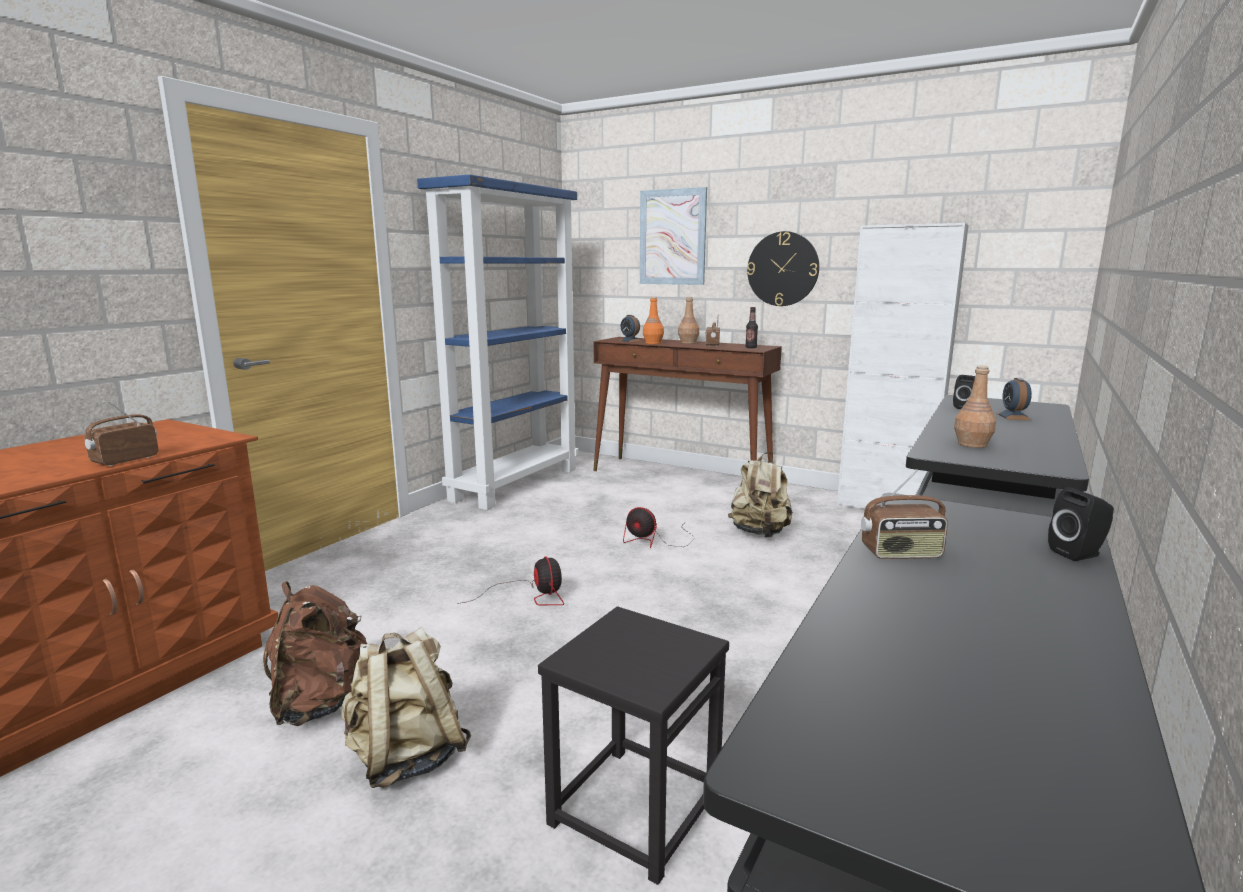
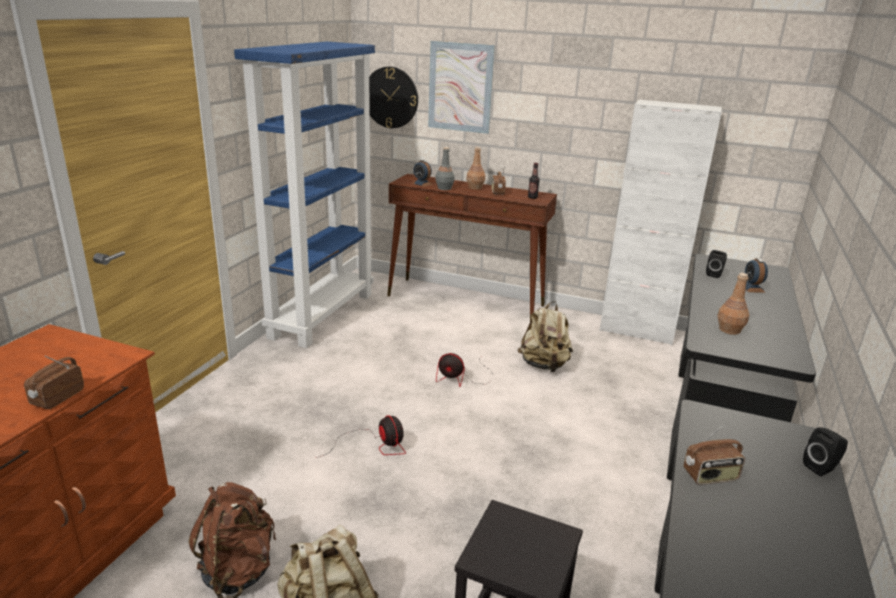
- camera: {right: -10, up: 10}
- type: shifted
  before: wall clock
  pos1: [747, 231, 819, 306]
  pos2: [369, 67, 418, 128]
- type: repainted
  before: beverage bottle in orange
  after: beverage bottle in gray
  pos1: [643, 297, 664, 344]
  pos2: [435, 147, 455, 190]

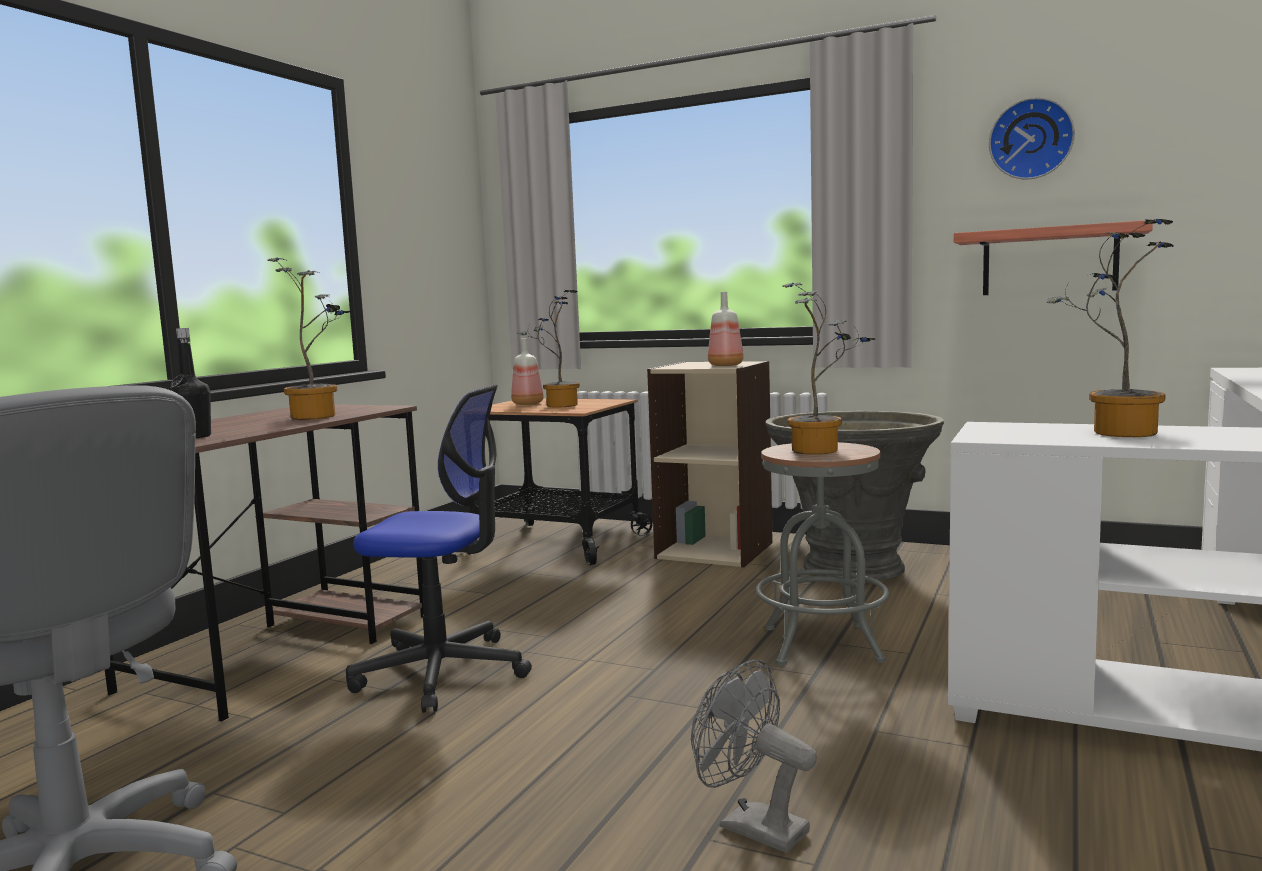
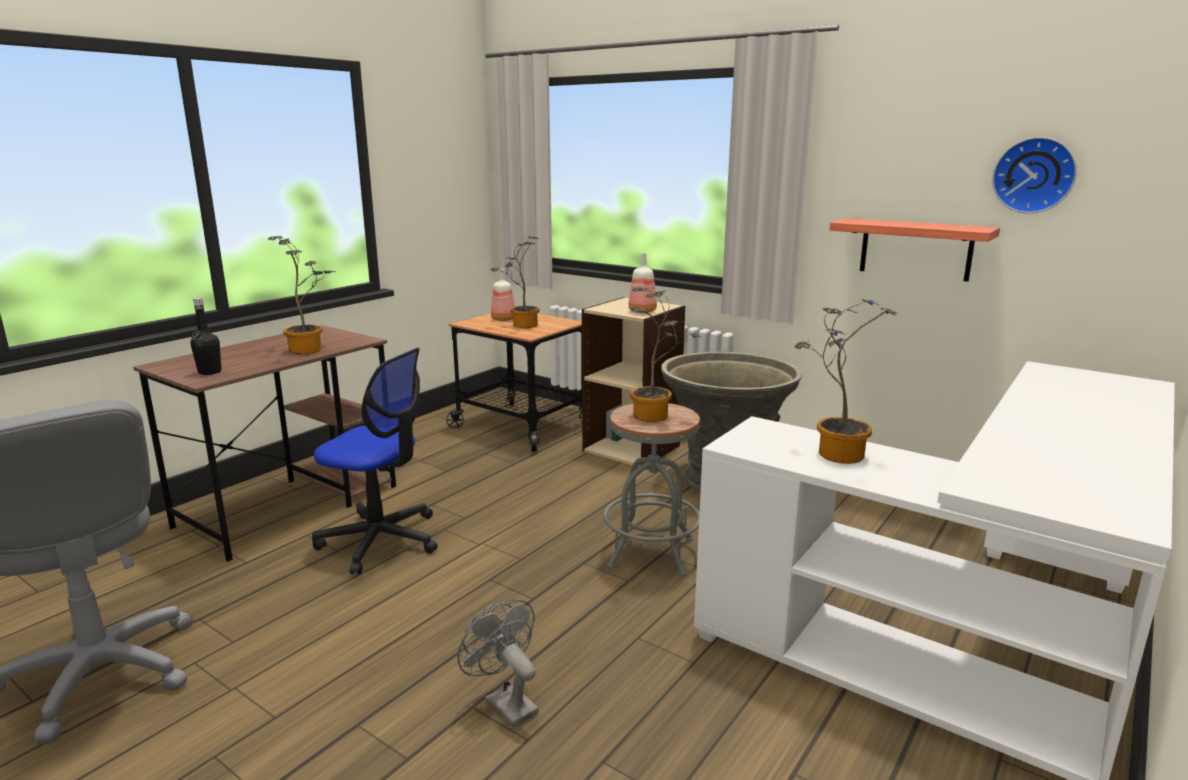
- camera: {right: 10, up: 10}
- type: shifted
  before: wall clock
  pos1: [989, 97, 1075, 179]
  pos2: [992, 137, 1077, 214]

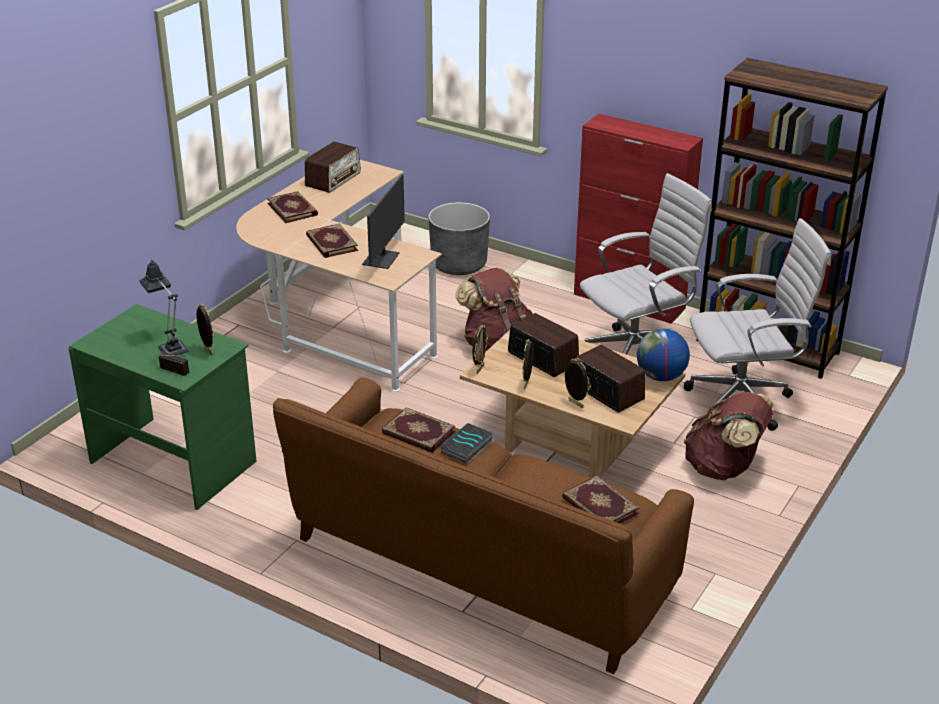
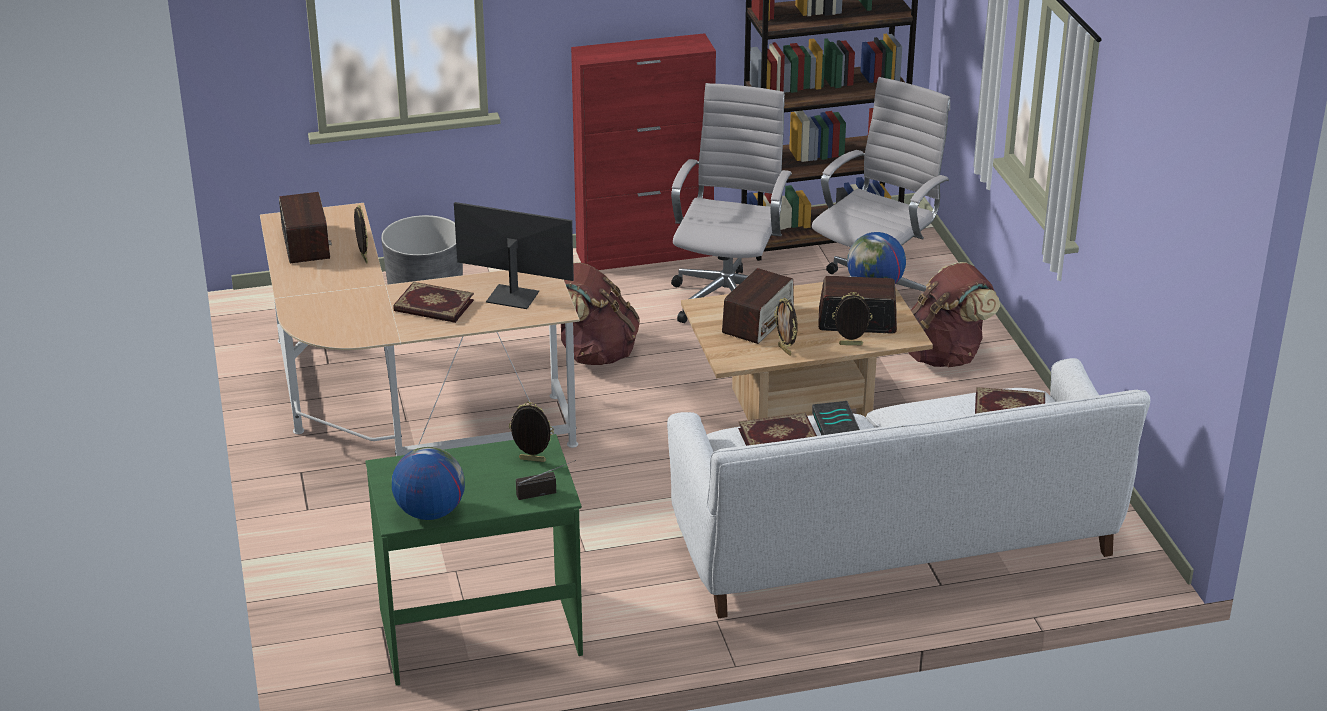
- camera: {right: -45, up: 0}
- type: shifted
  before: photo frame
  pos1: [472, 325, 488, 374]
  pos2: [354, 205, 368, 264]
- type: new
  after: world globe
  pos2: [392, 447, 465, 520]
- type: rotated
  before: computer display
  pos1: [362, 174, 405, 269]
  pos2: [454, 202, 574, 309]
  turn: -45
- type: repainted
  before: settee in brownish
  after: settee in white
  pos1: [273, 378, 694, 674]
  pos2: [667, 358, 1150, 618]
- type: rotated
  before: radio receiver
  pos1: [508, 313, 579, 377]
  pos2: [722, 268, 794, 344]
  turn: 120
- type: gone
  before: lamp for a table
  pos1: [139, 261, 189, 355]
- type: gone
  before: bound book
  pos1: [267, 191, 318, 223]

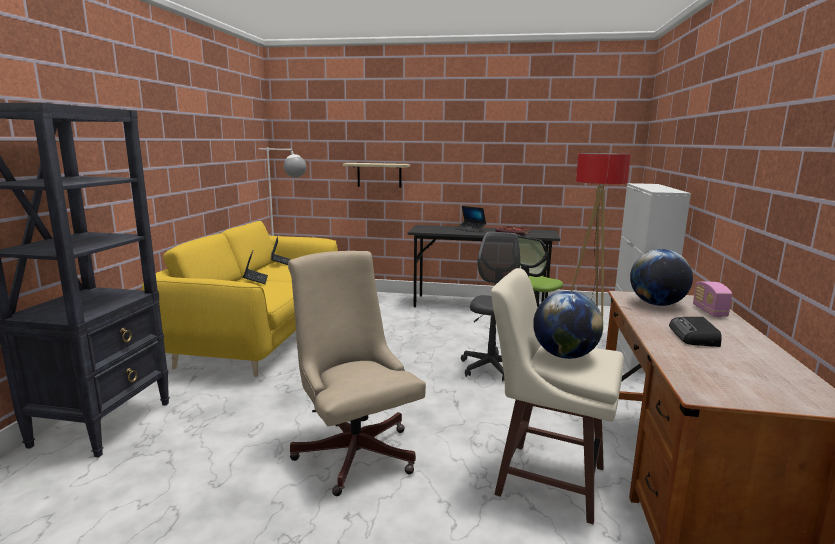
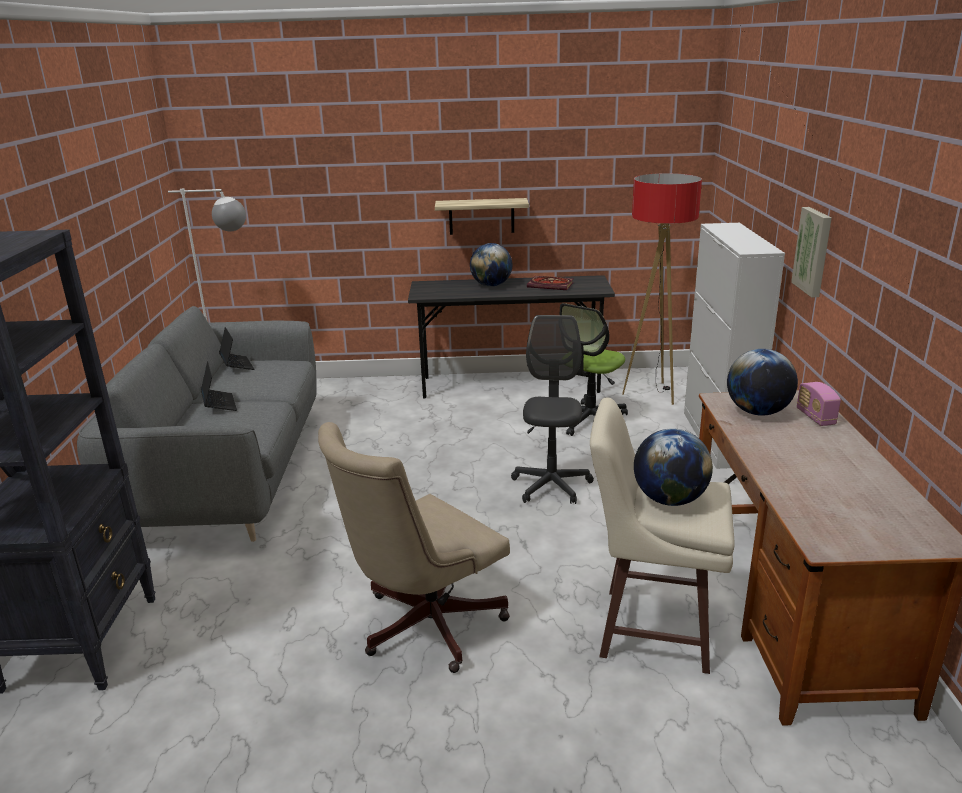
- camera: {right: -10, up: 10}
- type: repainted
  before: settee in yellow
  after: settee in gray
  pos1: [142, 221, 338, 377]
  pos2: [77, 306, 317, 542]
- type: rotated
  before: office chair in beige
  pos1: [288, 251, 426, 496]
  pos2: [318, 422, 510, 673]
  turn: -90
- type: shifted
  before: shelf
  pos1: [343, 163, 410, 188]
  pos2: [435, 198, 529, 235]
- type: swapped
  before: laptop
  after: world globe
  pos1: [455, 206, 486, 232]
  pos2: [470, 243, 513, 287]
- type: new
  after: wall picture
  pos2: [791, 207, 832, 298]
- type: gone
  before: radio receiver
  pos1: [669, 317, 722, 347]

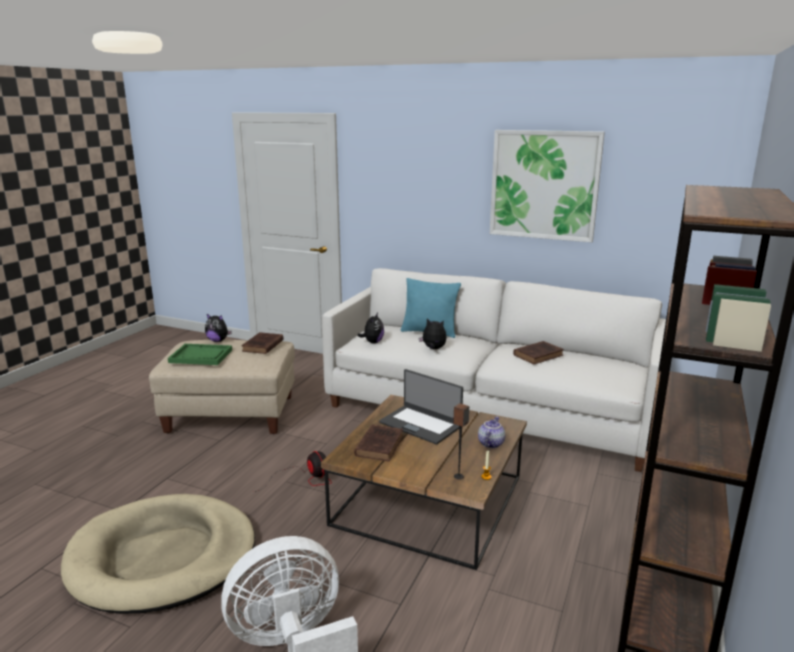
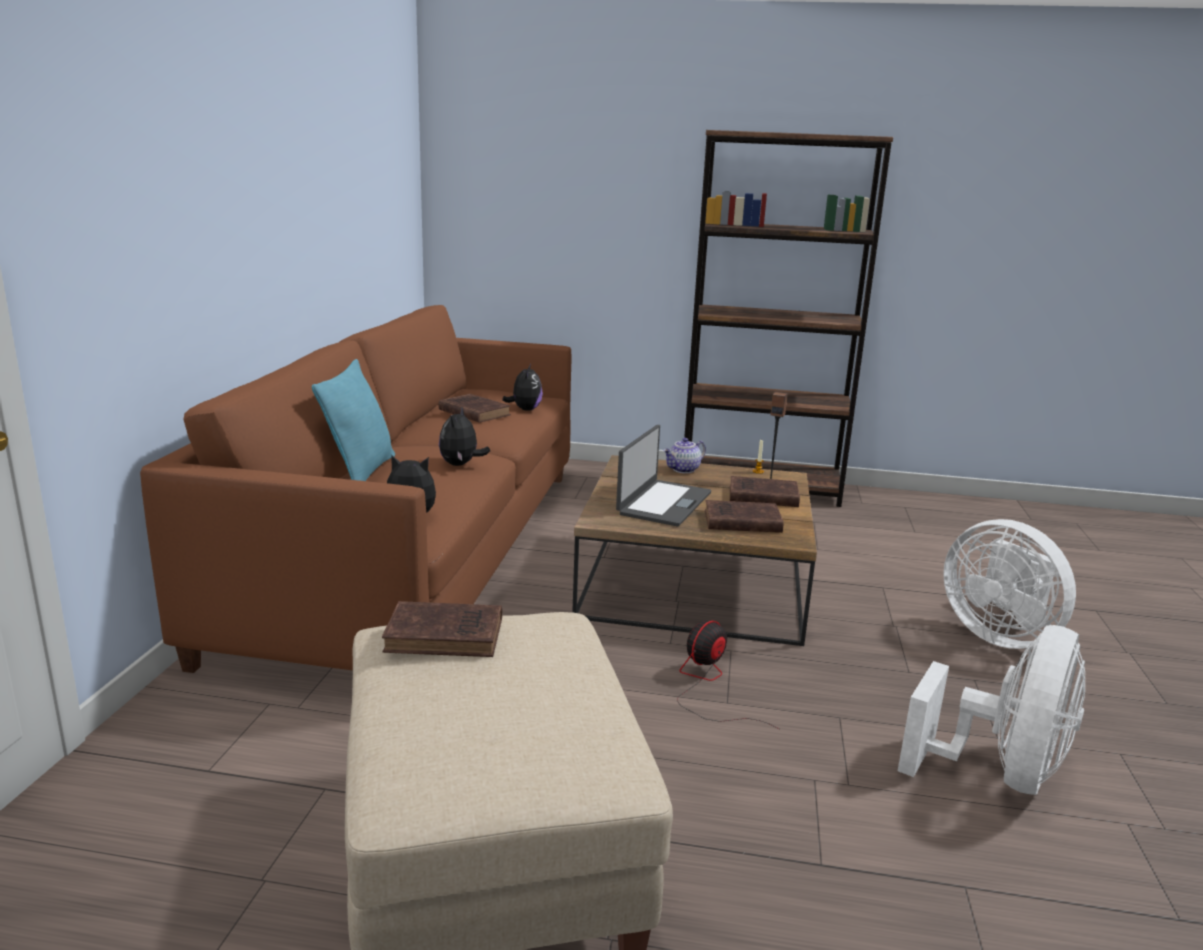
- camera: {right: -105, up: 0}
- type: repainted
  before: settee in white
  after: settee in brownish
  pos1: [322, 268, 666, 472]
  pos2: [140, 305, 571, 673]
- type: shifted
  before: cuddly toy
  pos1: [205, 314, 232, 342]
  pos2: [502, 364, 543, 411]
- type: rotated
  before: teapot
  pos1: [478, 416, 505, 448]
  pos2: [663, 438, 706, 473]
  turn: -45
- type: new
  after: bound book in brownish
  pos2: [730, 476, 800, 507]
- type: swapped
  before: dog bed in beige
  after: cooling fan in white
  pos1: [61, 494, 255, 614]
  pos2: [898, 625, 1085, 795]
- type: gone
  before: carrying tray in green-coloured
  pos1: [168, 344, 232, 365]
- type: gone
  before: wall picture
  pos1: [490, 130, 605, 242]

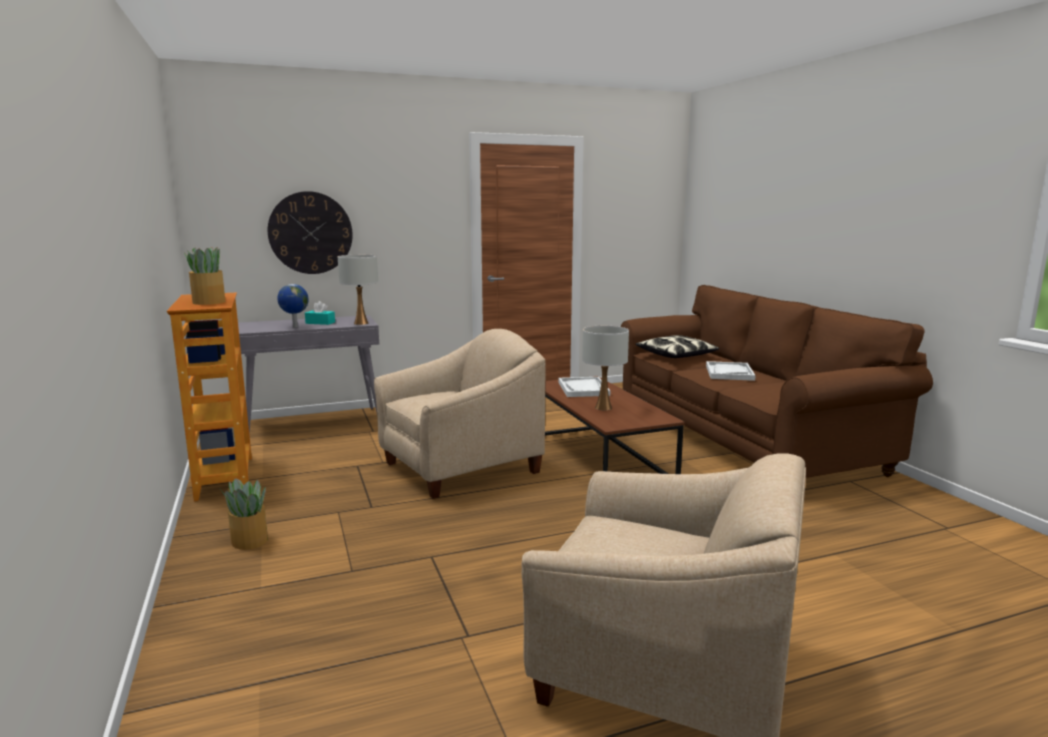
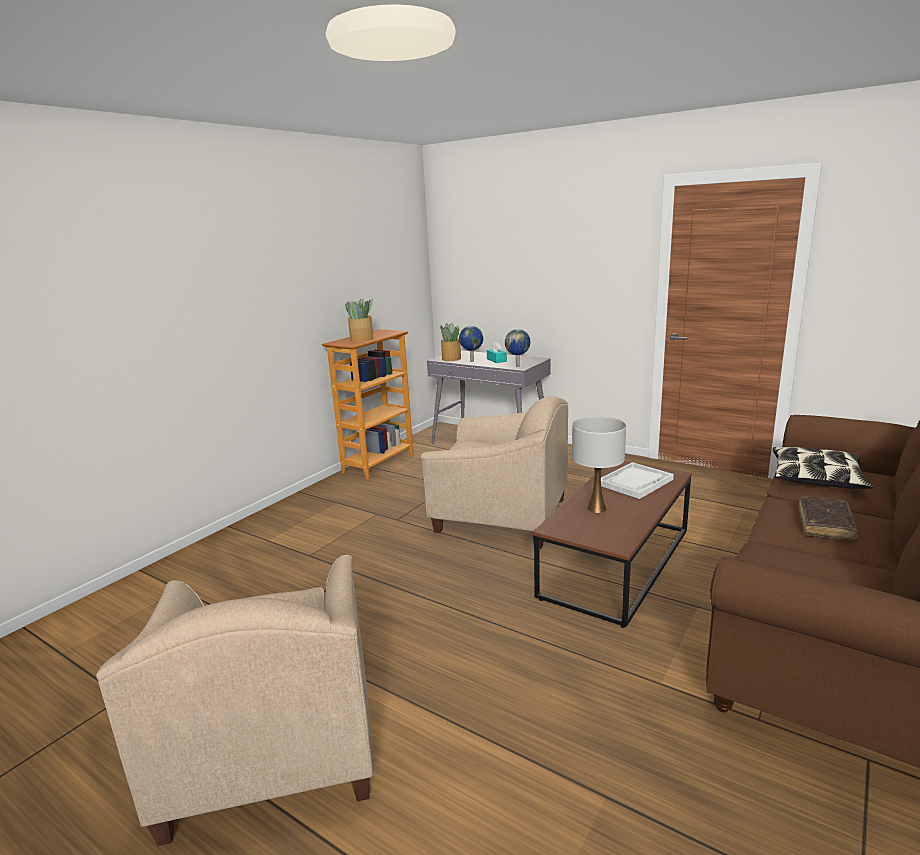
- camera: {right: 55, up: 5}
- type: shifted
  before: plant in a pot
  pos1: [220, 478, 268, 550]
  pos2: [440, 323, 461, 361]
- type: swapped
  before: lamp for a table in white
  after: world globe
  pos1: [338, 255, 378, 325]
  pos2: [505, 329, 530, 367]
- type: swapped
  before: carrying tray in white
  after: bound book in brownish
  pos1: [706, 361, 756, 381]
  pos2: [798, 496, 858, 540]
- type: gone
  before: wall clock
  pos1: [268, 191, 353, 274]

